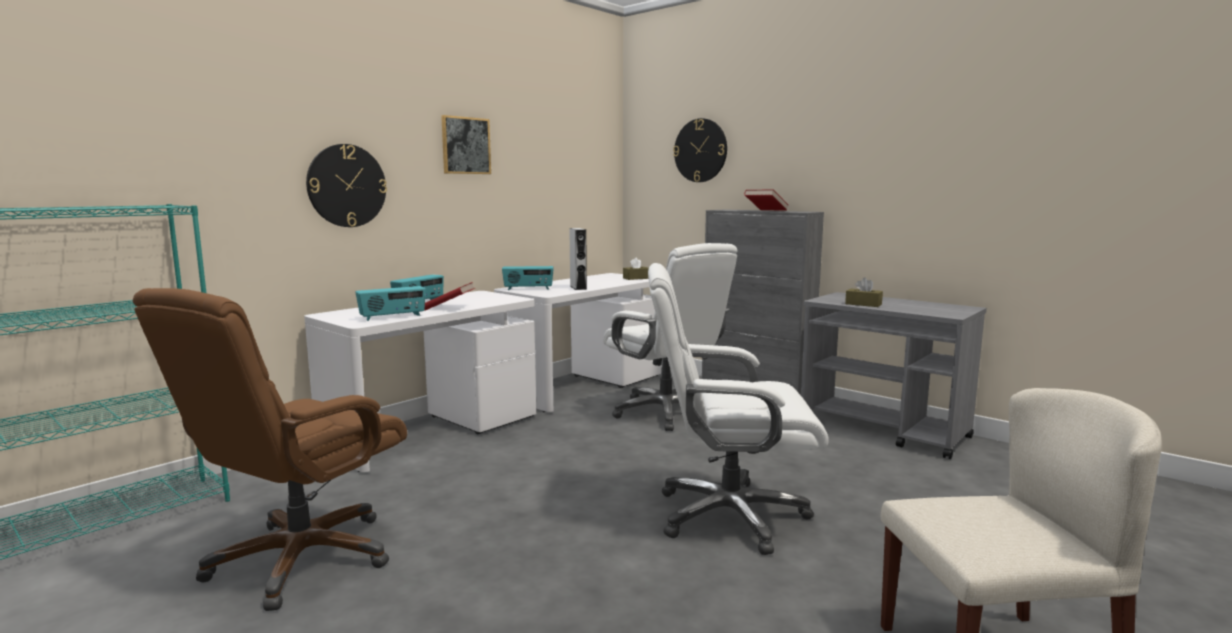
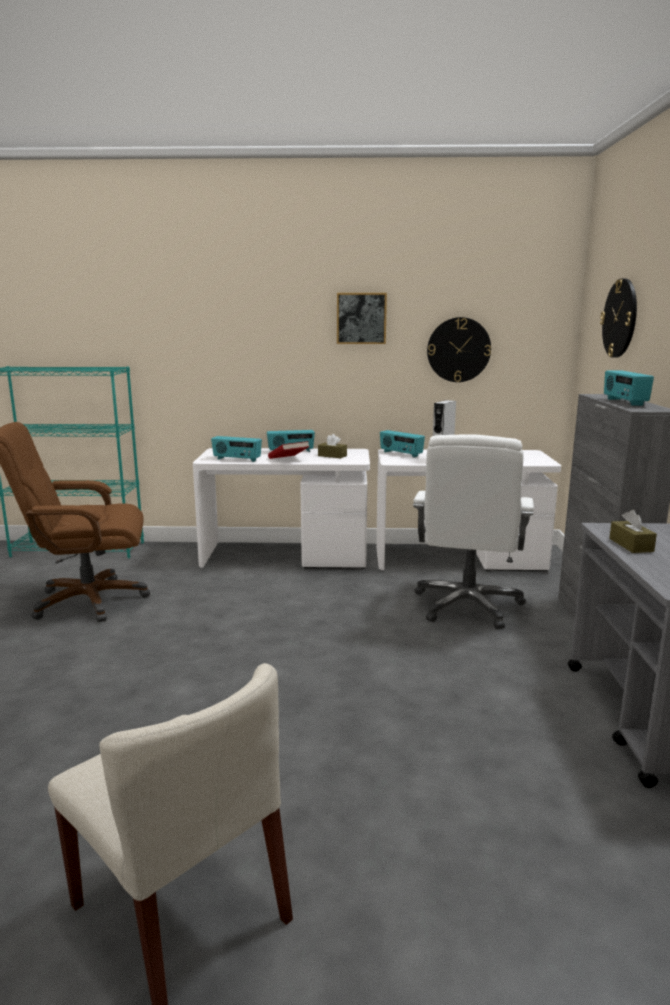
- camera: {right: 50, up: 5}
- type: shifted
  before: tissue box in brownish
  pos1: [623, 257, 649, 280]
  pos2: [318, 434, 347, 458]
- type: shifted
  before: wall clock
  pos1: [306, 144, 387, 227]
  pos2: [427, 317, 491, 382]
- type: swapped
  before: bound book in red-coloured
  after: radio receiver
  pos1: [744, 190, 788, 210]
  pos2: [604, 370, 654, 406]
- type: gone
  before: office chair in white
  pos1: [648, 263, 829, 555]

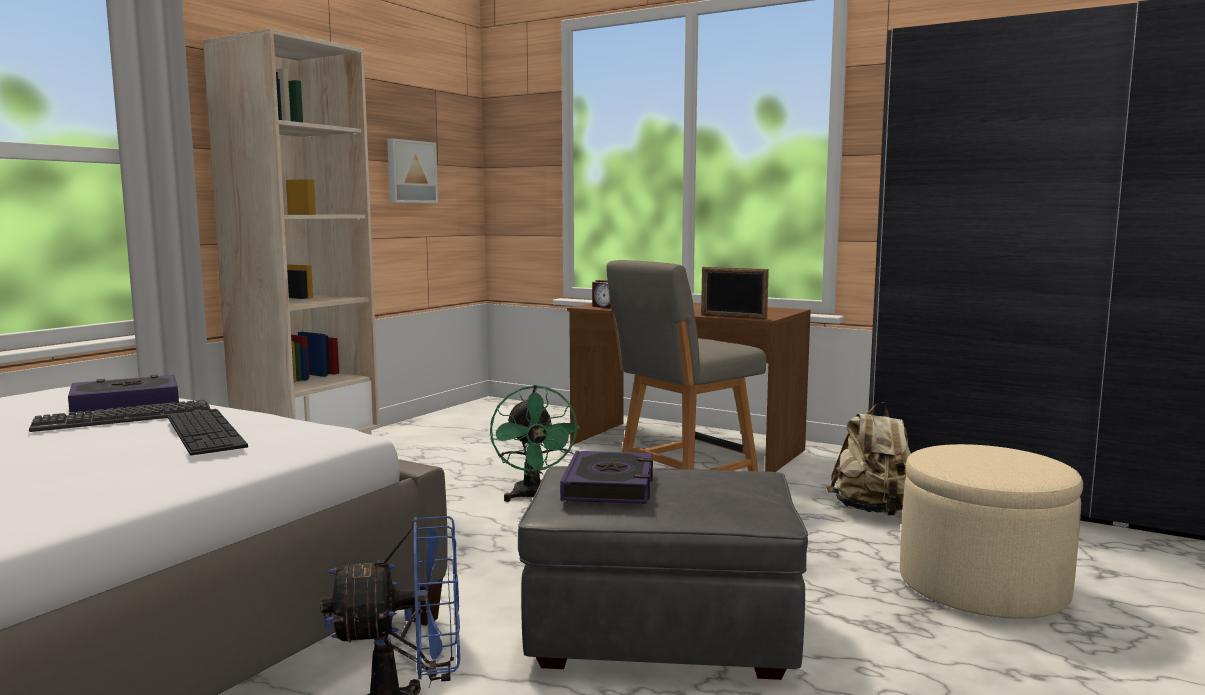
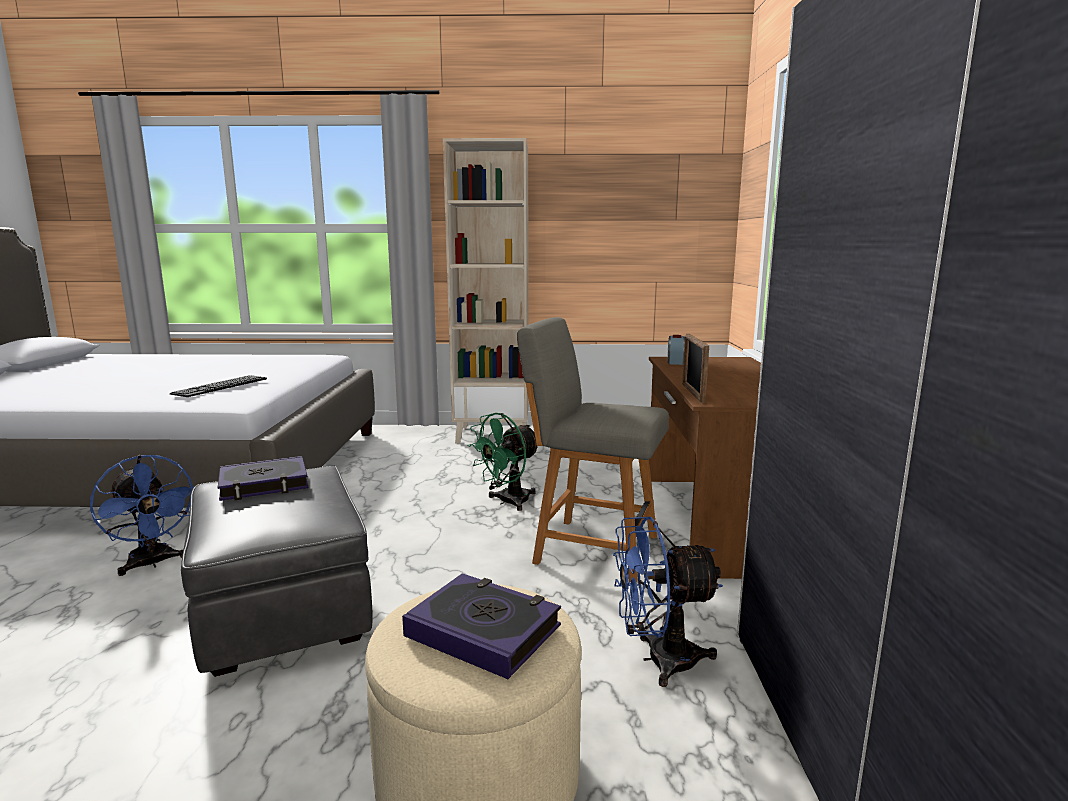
- camera: {right: 60, up: 5}
- type: shifted
  before: bound book
  pos1: [68, 374, 179, 413]
  pos2: [402, 573, 561, 679]
- type: swapped
  before: backpack in beige
  after: cooling fan in blue
  pos1: [826, 402, 911, 516]
  pos2: [613, 517, 723, 687]
- type: gone
  before: computer keyboard
  pos1: [29, 400, 210, 432]
- type: gone
  before: wall picture
  pos1: [387, 138, 438, 203]

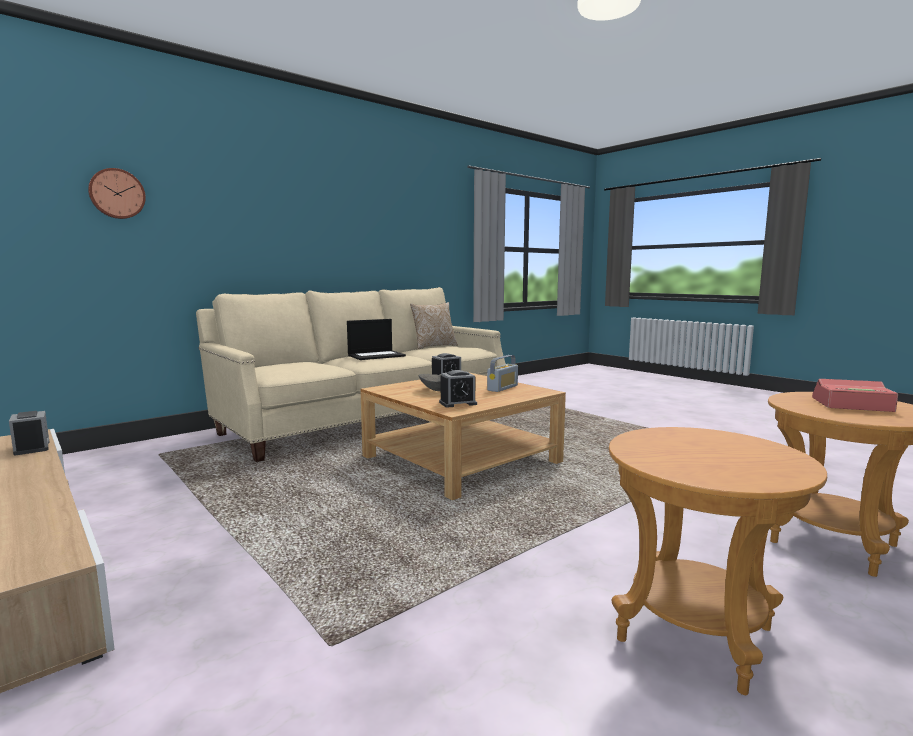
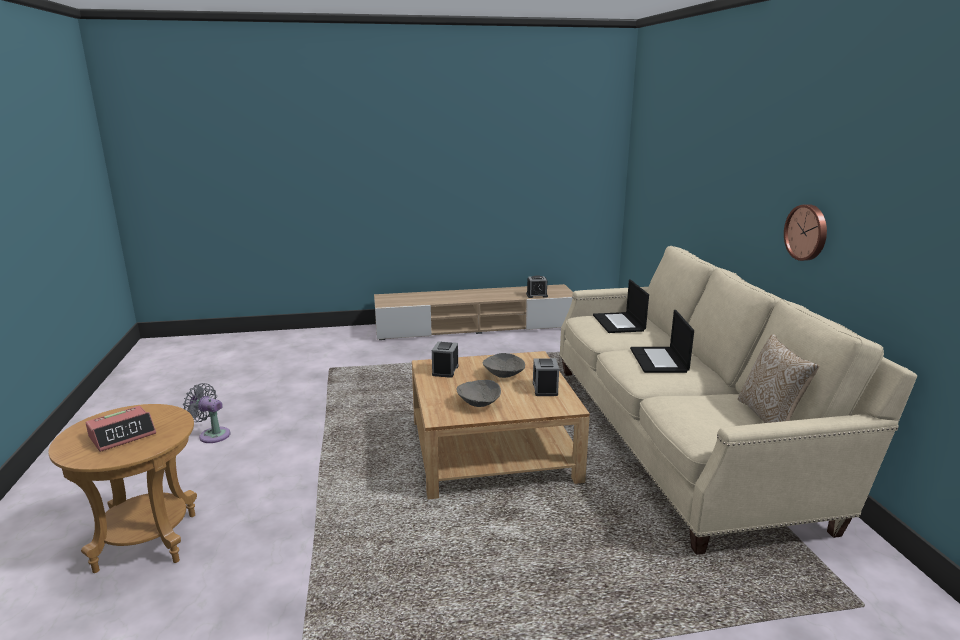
- camera: {right: 120, up: 10}
- type: swapped
  before: side table in brownish
  after: cooling fan in gray
  pos1: [609, 427, 827, 695]
  pos2: [183, 383, 231, 443]
- type: swapped
  before: radio receiver
  after: serving bowl in gray
  pos1: [487, 355, 518, 392]
  pos2: [457, 380, 501, 407]
- type: new
  after: laptop
  pos2: [593, 280, 649, 333]
- type: shifted
  before: wall clock
  pos1: [88, 168, 146, 219]
  pos2: [784, 204, 827, 261]

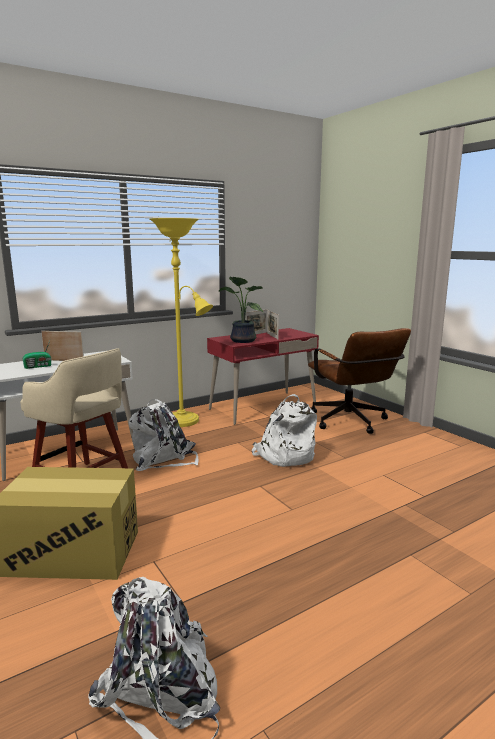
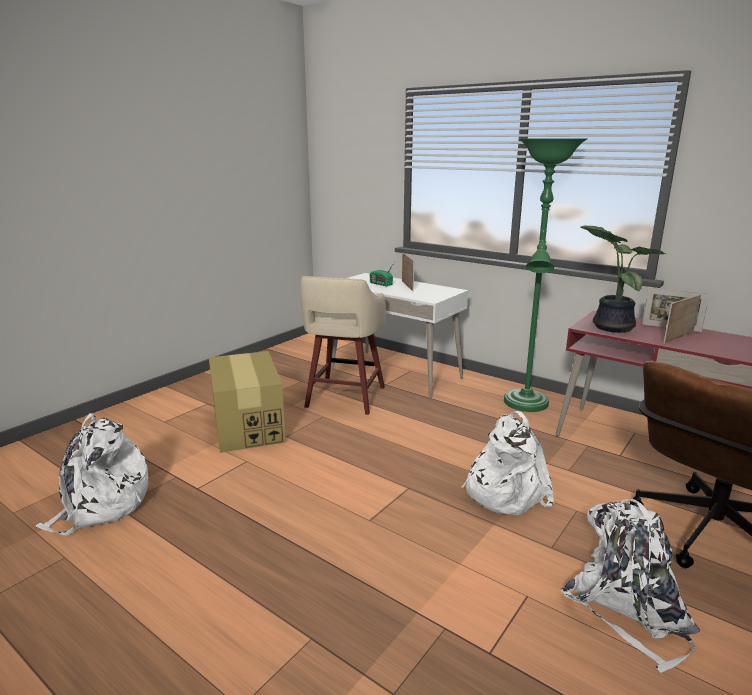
- camera: {right: 70, up: 5}
- type: repainted
  before: floor lamp in yellow
  after: floor lamp in green-coloured
  pos1: [150, 218, 213, 427]
  pos2: [504, 138, 587, 412]
- type: shifted
  before: backpack in white
  pos1: [129, 399, 198, 471]
  pos2: [561, 499, 700, 673]

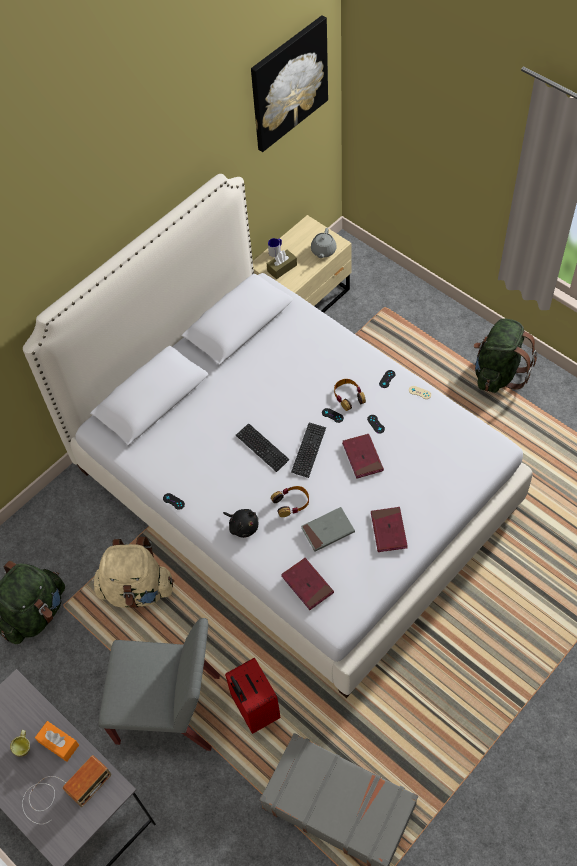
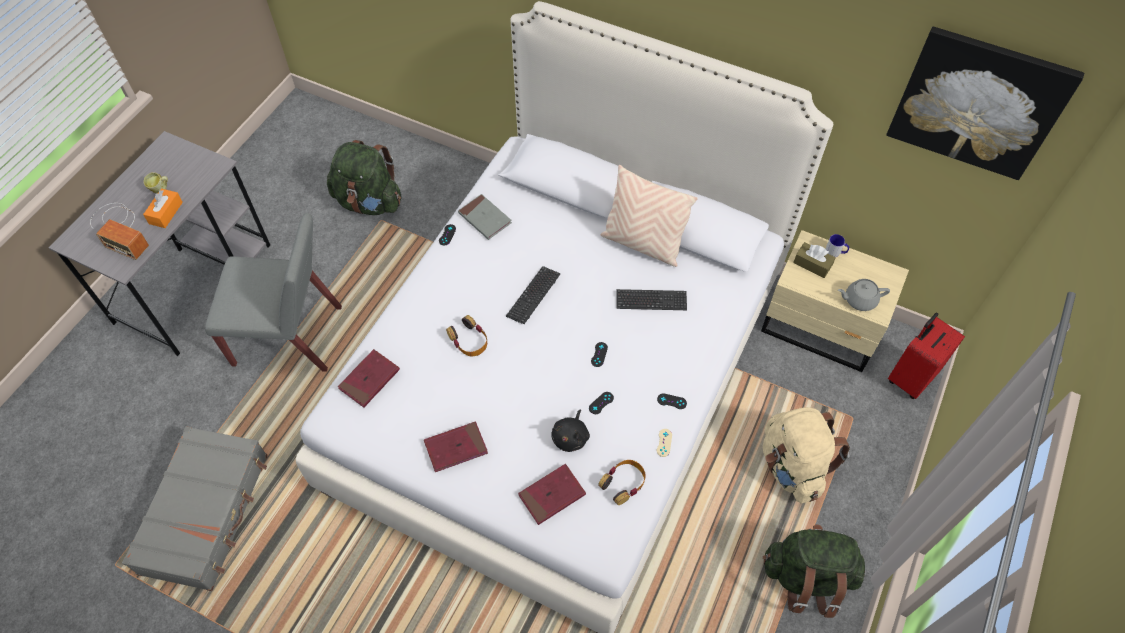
- camera: {right: 70, up: 0}
- type: rotated
  before: upright chair in gray
  pos1: [99, 618, 220, 751]
  pos2: [205, 213, 342, 372]
  turn: -75
- type: shifted
  before: bound book in gray
  pos1: [301, 507, 355, 552]
  pos2: [458, 194, 512, 240]
- type: shifted
  before: bound book in red-coloured
  pos1: [342, 434, 384, 479]
  pos2: [518, 464, 586, 525]
- type: shifted
  before: cuddly toy in black
  pos1: [223, 509, 259, 538]
  pos2: [552, 410, 590, 452]
- type: shifted
  before: headset
  pos1: [334, 379, 366, 411]
  pos2: [598, 460, 646, 505]
- type: new
  after: pillow in beige
  pos2: [601, 165, 698, 267]
- type: shifted
  before: computer keyboard
  pos1: [291, 422, 326, 478]
  pos2: [616, 289, 687, 310]
- type: shifted
  before: backpack in beige
  pos1: [93, 537, 174, 608]
  pos2: [763, 407, 850, 503]
- type: shifted
  before: suitcase in red-coloured
  pos1: [225, 658, 281, 734]
  pos2: [888, 313, 965, 399]

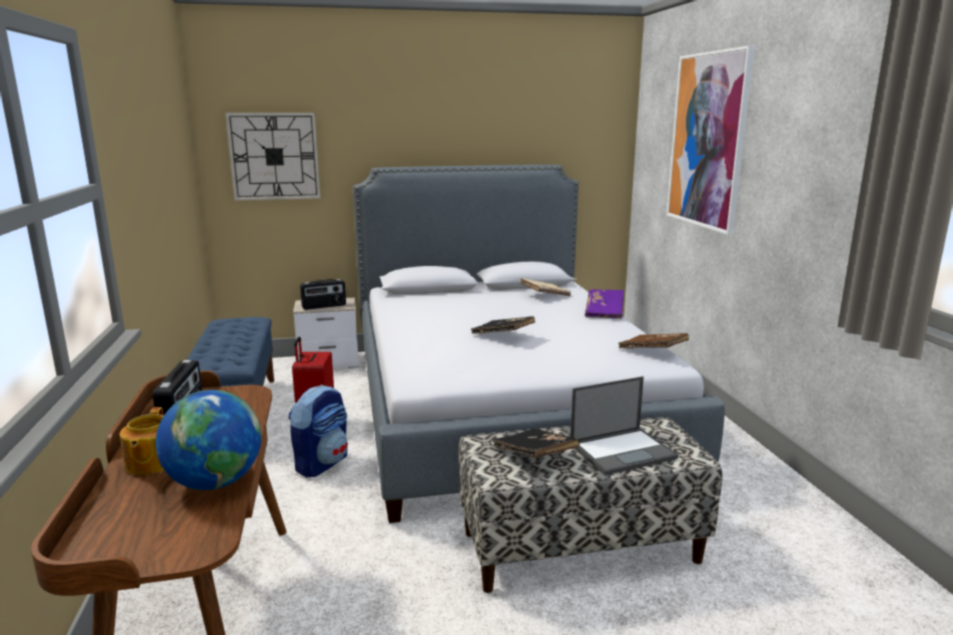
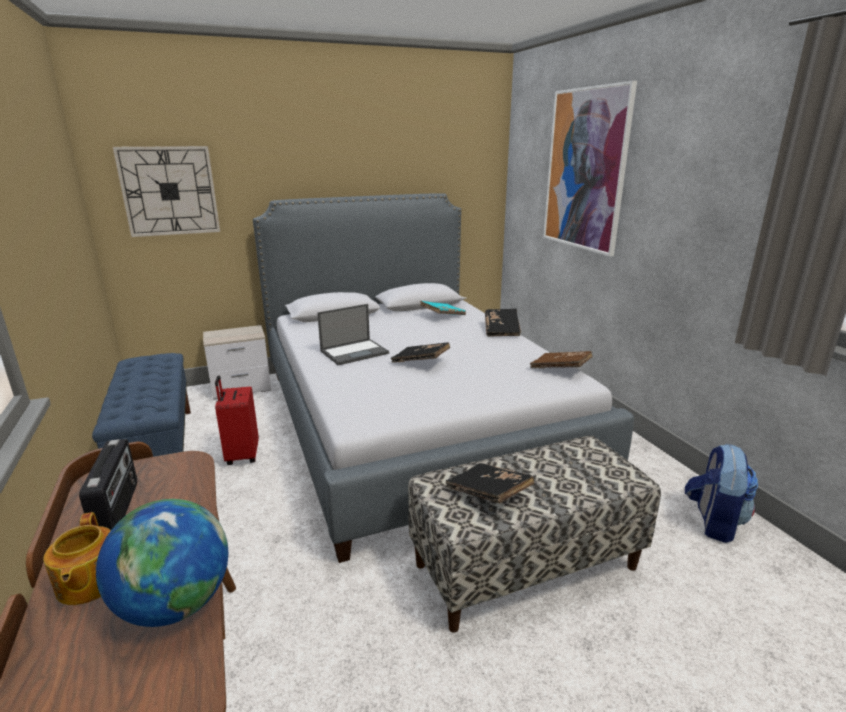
- camera: {right: -10, up: 5}
- type: shifted
  before: laptop
  pos1: [570, 376, 678, 475]
  pos2: [317, 304, 389, 365]
- type: repainted
  before: bound book in beige
  after: bound book in turquoise-coloured
  pos1: [520, 278, 571, 296]
  pos2: [420, 301, 466, 315]
- type: repainted
  before: bound book in purple
  after: bound book in black
  pos1: [585, 289, 624, 319]
  pos2: [485, 308, 521, 337]
- type: shifted
  before: backpack
  pos1: [288, 385, 348, 477]
  pos2: [685, 444, 758, 543]
- type: gone
  before: radio receiver
  pos1: [300, 279, 346, 310]

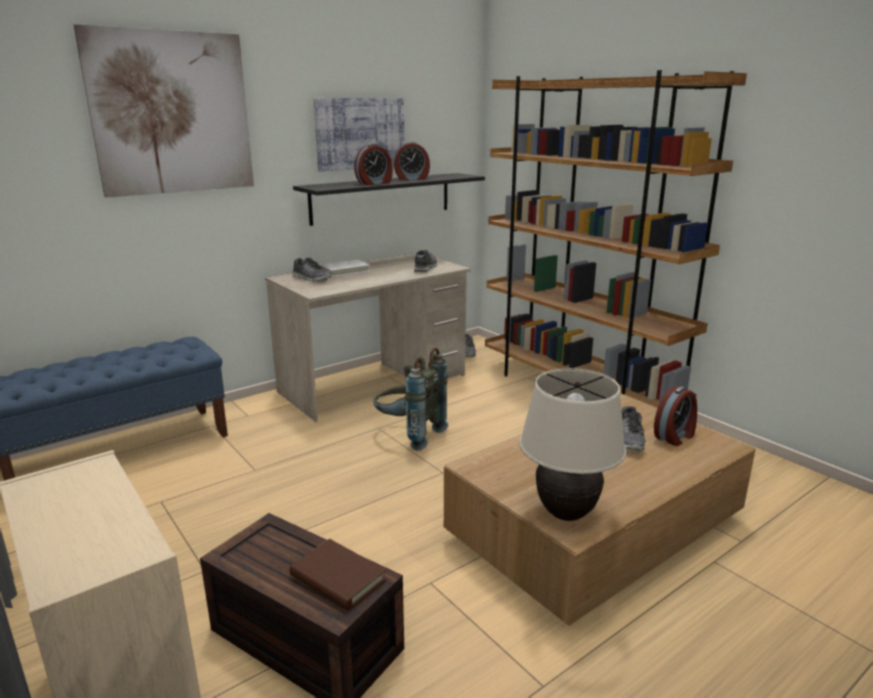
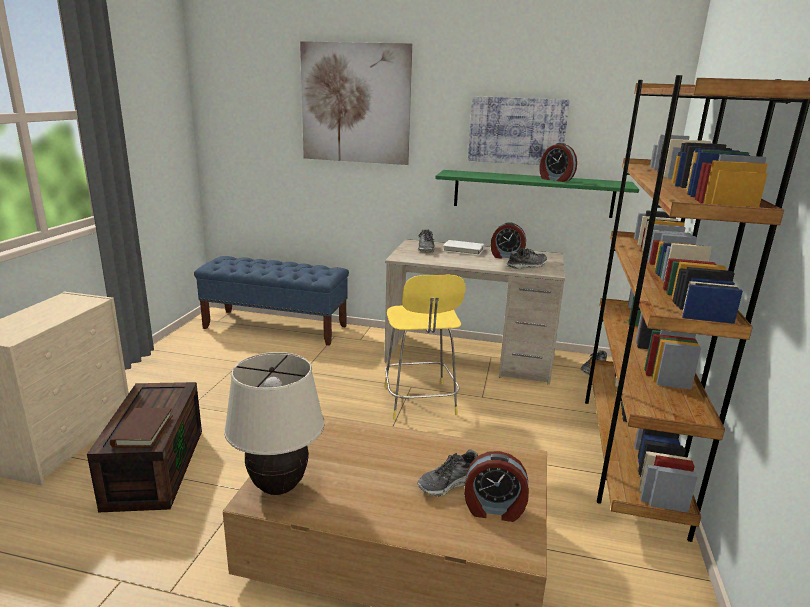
- camera: {right: 50, up: 0}
- type: swapped
  before: backpack in gray
  after: stool seat in yellow
  pos1: [373, 348, 448, 451]
  pos2: [384, 275, 466, 419]
- type: repainted
  before: shelf in black
  after: shelf in green-coloured
  pos1: [293, 173, 485, 226]
  pos2: [435, 170, 639, 218]
- type: shifted
  before: alarm clock
  pos1: [354, 144, 393, 185]
  pos2: [491, 222, 526, 259]

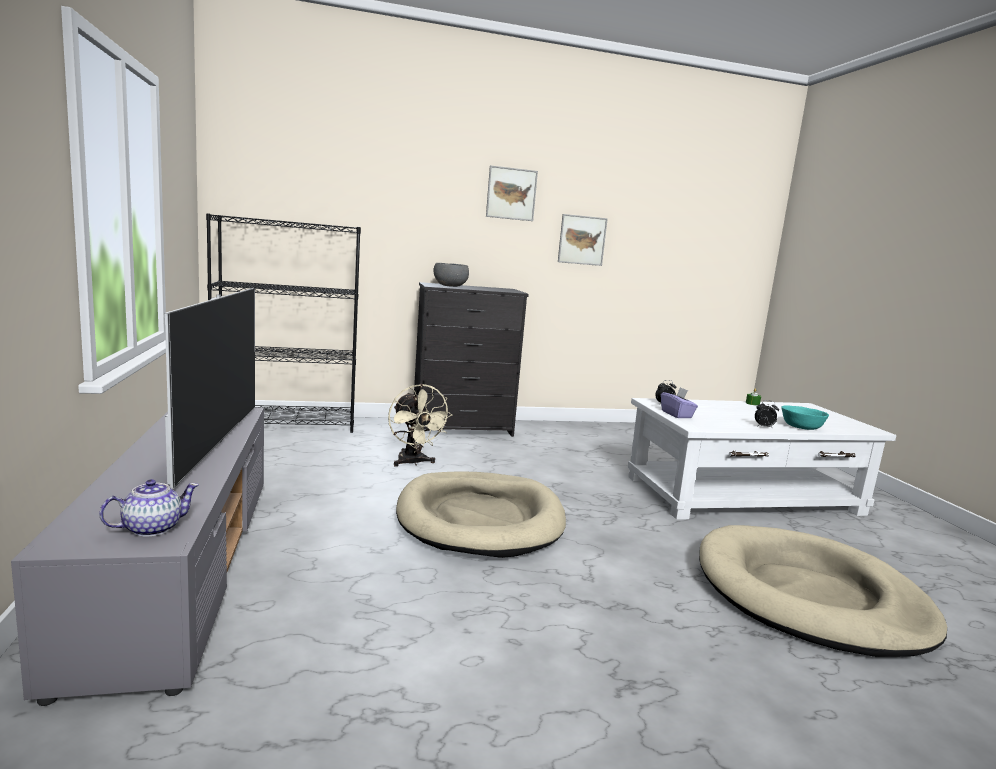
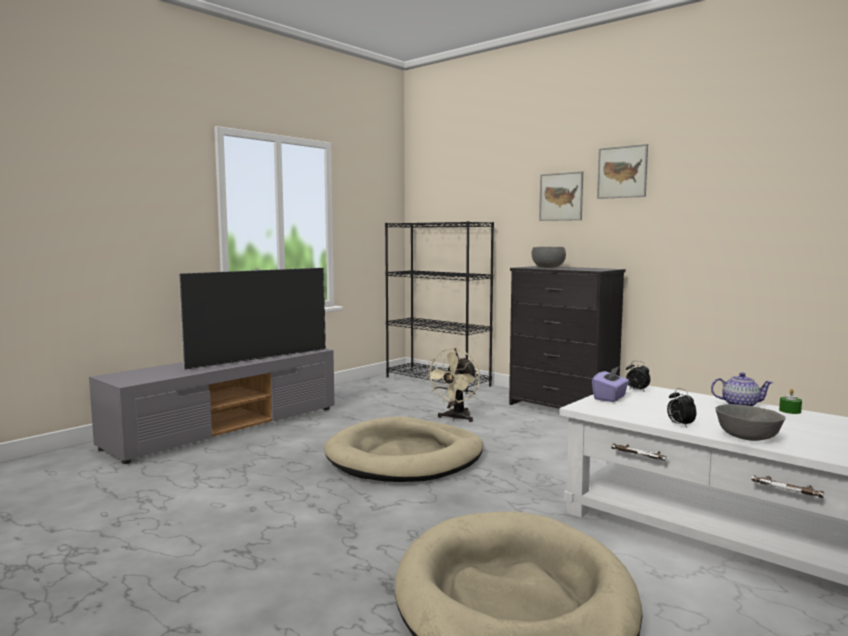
- camera: {right: 55, up: -5}
- type: shifted
  before: wall picture
  pos1: [558, 214, 608, 266]
  pos2: [539, 171, 583, 221]
- type: shifted
  before: teapot
  pos1: [99, 479, 199, 537]
  pos2: [711, 373, 773, 406]
- type: repainted
  before: serving bowl in turquoise-coloured
  after: serving bowl in gray
  pos1: [781, 405, 829, 430]
  pos2: [716, 404, 785, 441]

